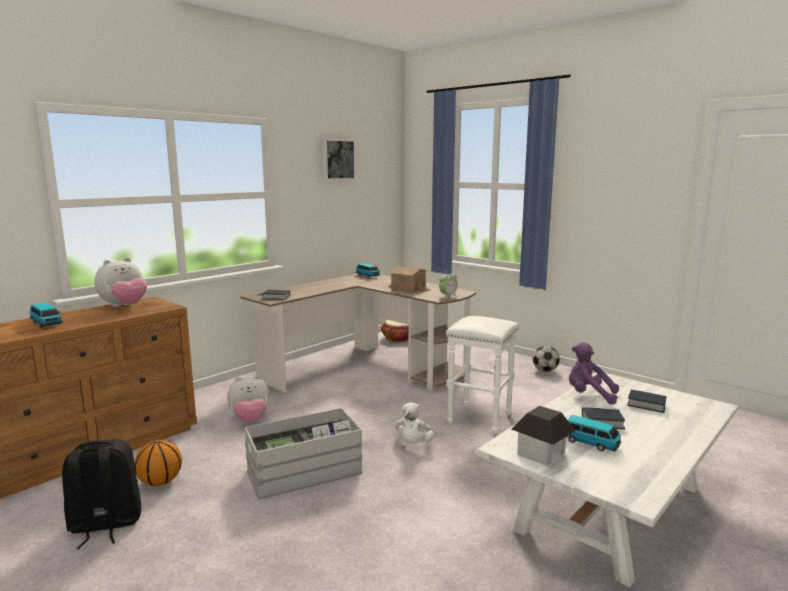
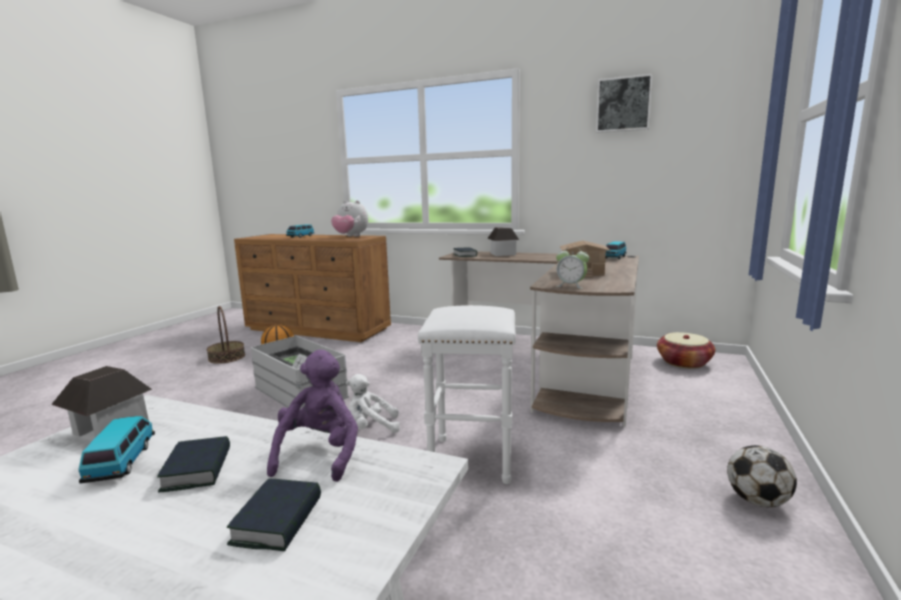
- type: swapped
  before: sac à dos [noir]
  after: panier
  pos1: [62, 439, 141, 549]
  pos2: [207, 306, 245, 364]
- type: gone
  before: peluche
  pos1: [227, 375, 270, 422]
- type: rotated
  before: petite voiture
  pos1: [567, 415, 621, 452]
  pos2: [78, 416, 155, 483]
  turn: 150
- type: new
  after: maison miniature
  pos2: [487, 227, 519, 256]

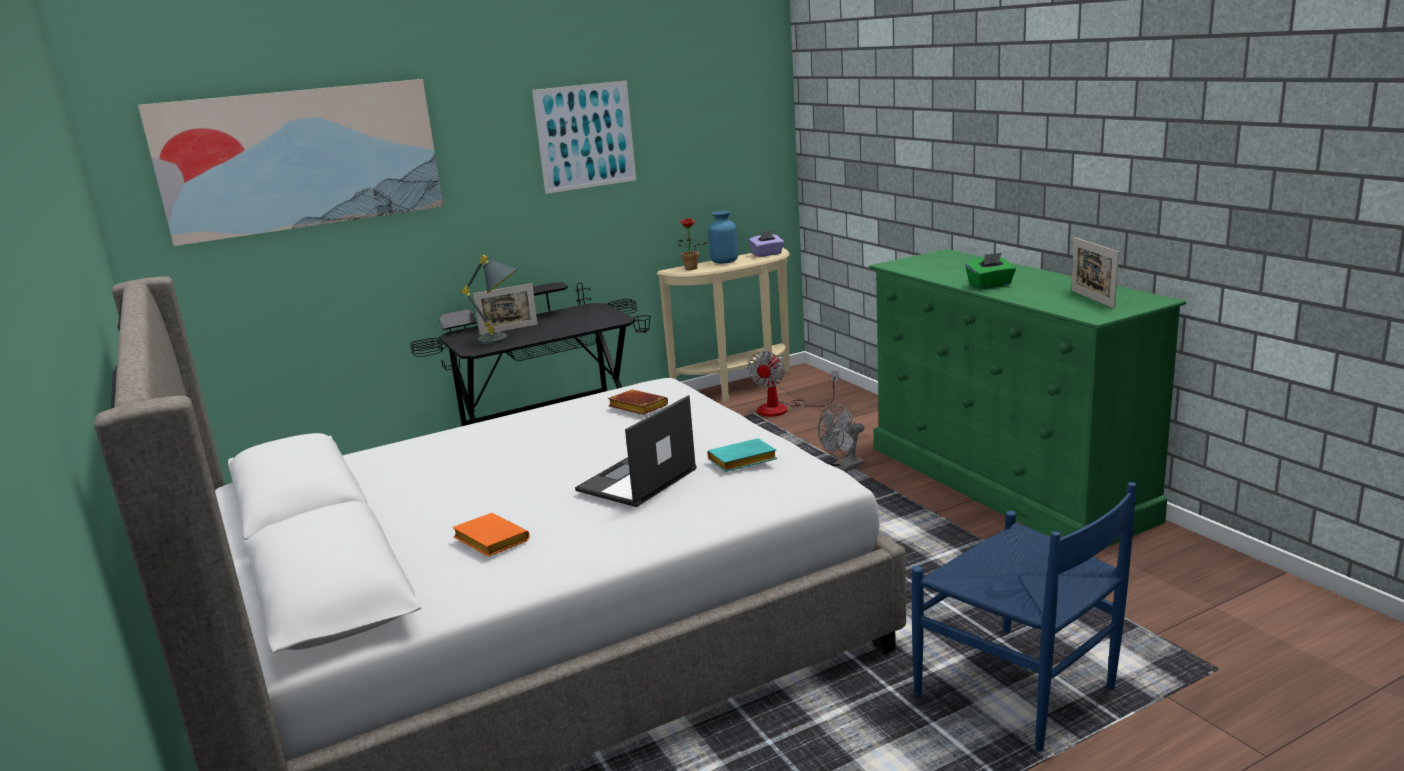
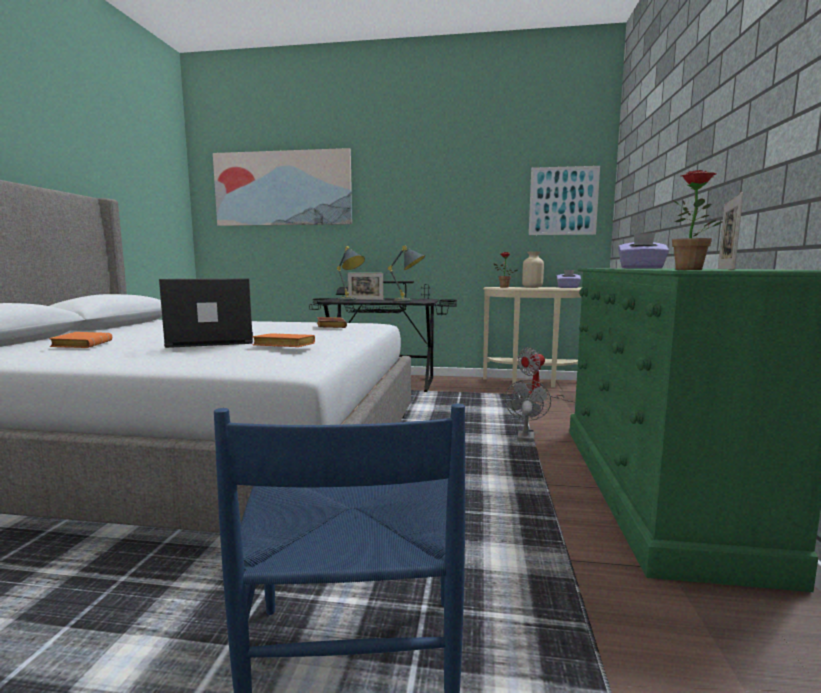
- type: shifted
  before: tableau
  pos1: [532, 80, 636, 194]
  pos2: [529, 166, 600, 235]
- type: repainted
  before: livre [turquoise]
  after: livre [orange]
  pos1: [707, 438, 777, 472]
  pos2: [252, 333, 315, 347]
- type: repainted
  before: vase [bleu]
  after: vase [beige]
  pos1: [708, 211, 738, 264]
  pos2: [522, 251, 544, 288]
- type: rotated
  before: ventilateur [gris]
  pos1: [818, 405, 864, 472]
  pos2: [505, 379, 551, 442]
  turn: 105
- type: repainted
  before: boîte à mouchoirs [vert]
  after: boîte à mouchoirs [violet]
  pos1: [965, 252, 1016, 289]
  pos2: [618, 233, 669, 269]
- type: new
  after: lampe de table [gris]
  pos2: [388, 245, 425, 302]
- type: new
  after: plante en pot
  pos2: [672, 170, 723, 270]

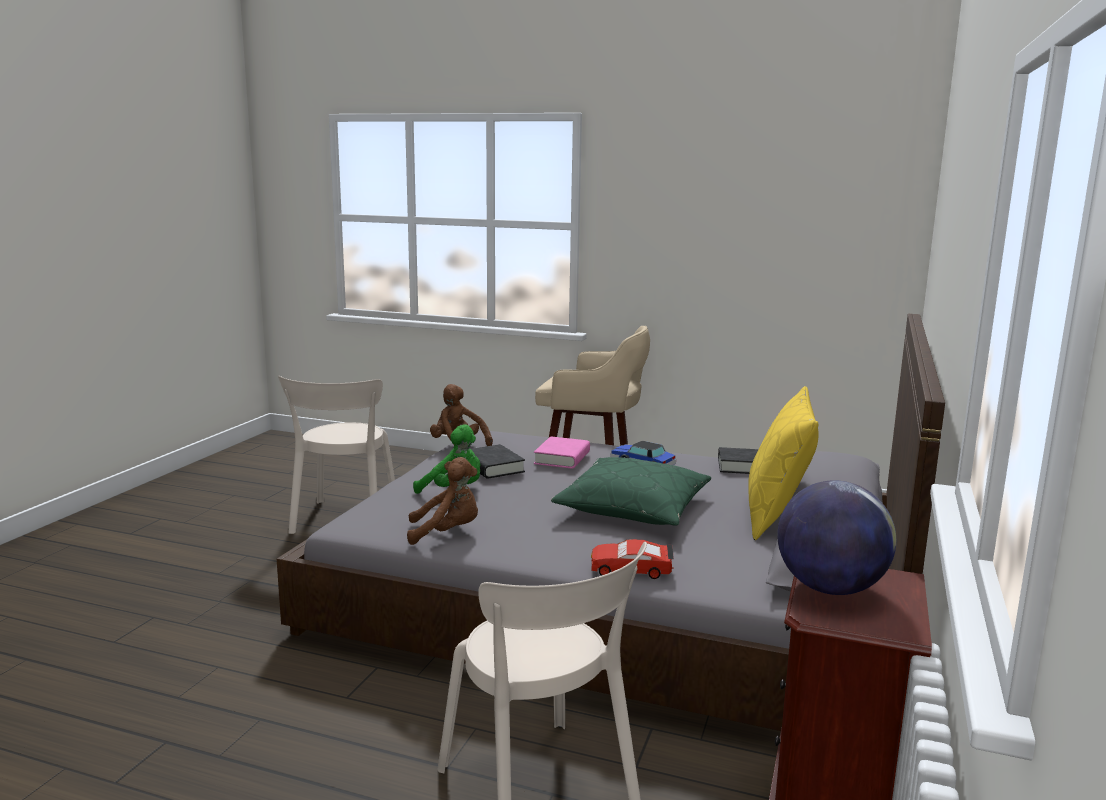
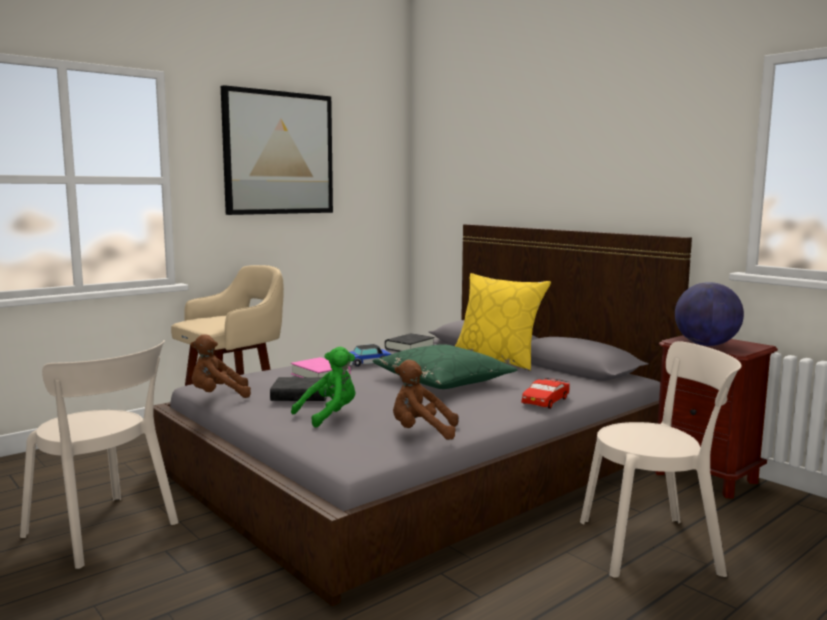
- type: rotated
  before: peluche [marron]
  pos1: [407, 457, 478, 545]
  pos2: [393, 360, 459, 440]
  turn: -105
- type: new
  after: tableau
  pos2: [221, 85, 333, 215]

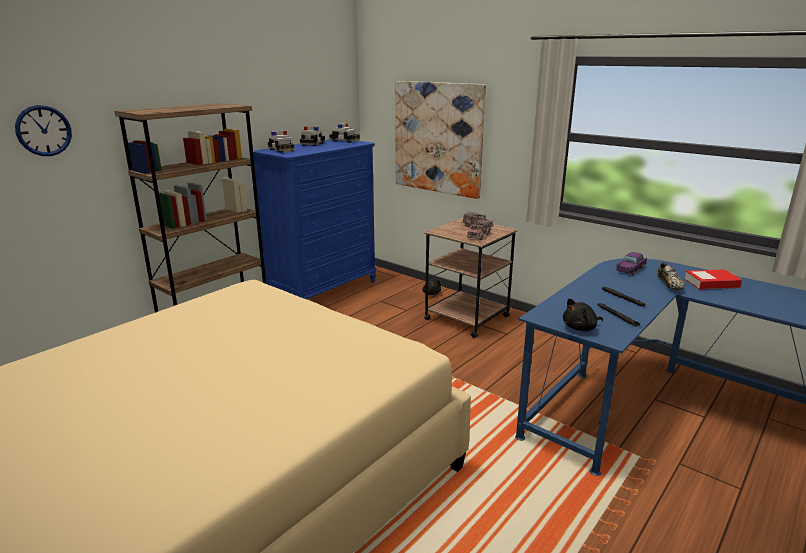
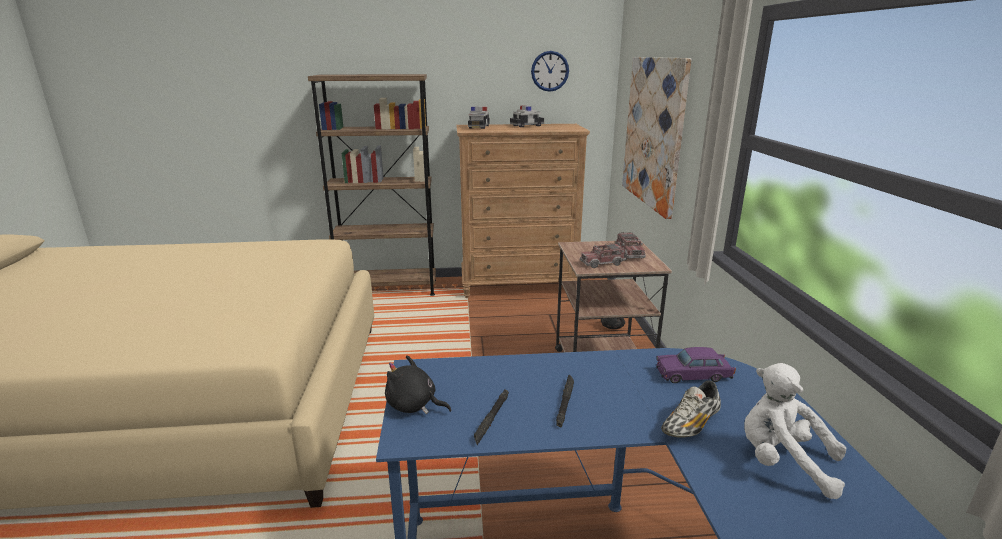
- type: shifted
  before: horloge murale
  pos1: [15, 105, 72, 156]
  pos2: [531, 51, 569, 92]
- type: repainted
  before: commode [bleu]
  after: commode [marron]
  pos1: [253, 139, 376, 299]
  pos2: [457, 124, 590, 298]
- type: gone
  before: petite voiture
  pos1: [329, 123, 360, 143]
- type: swapped
  before: livre
  after: peluche [blanc]
  pos1: [684, 269, 742, 289]
  pos2: [744, 363, 846, 499]

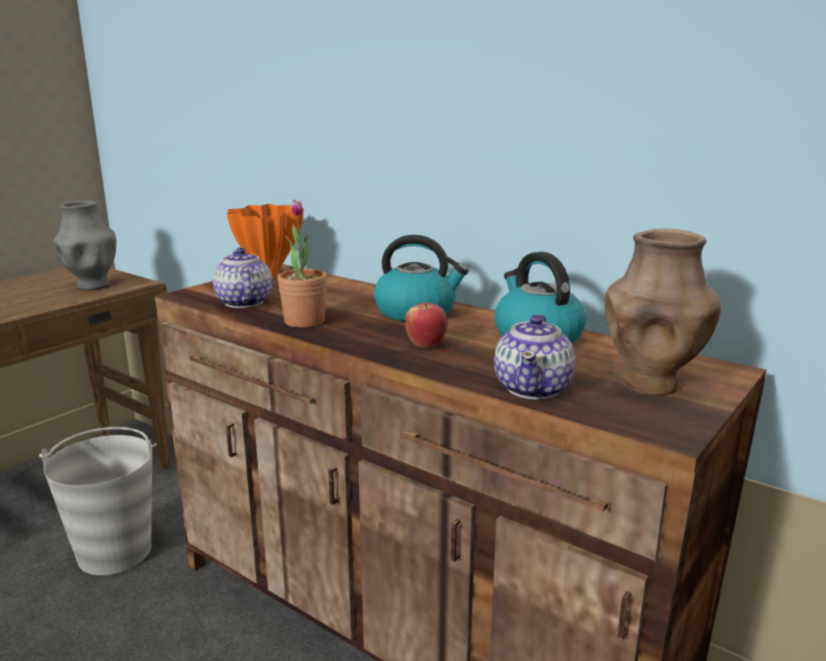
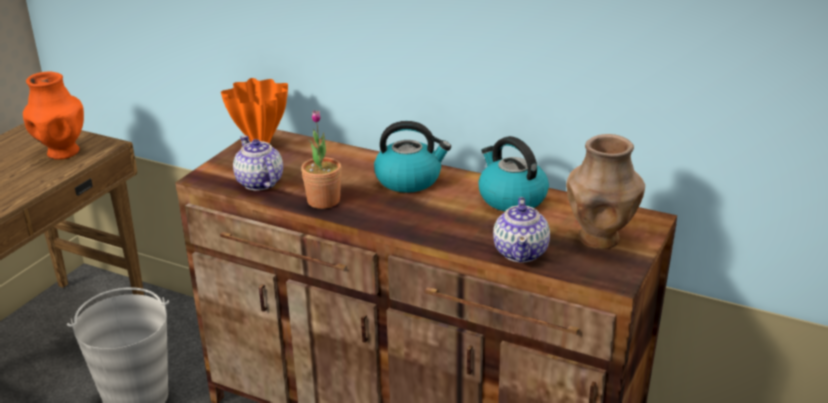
- type: repainted
  before: vase [gris]
  after: vase [orange]
  pos1: [54, 201, 117, 290]
  pos2: [23, 71, 84, 160]
- type: gone
  before: pomme
  pos1: [405, 303, 447, 348]

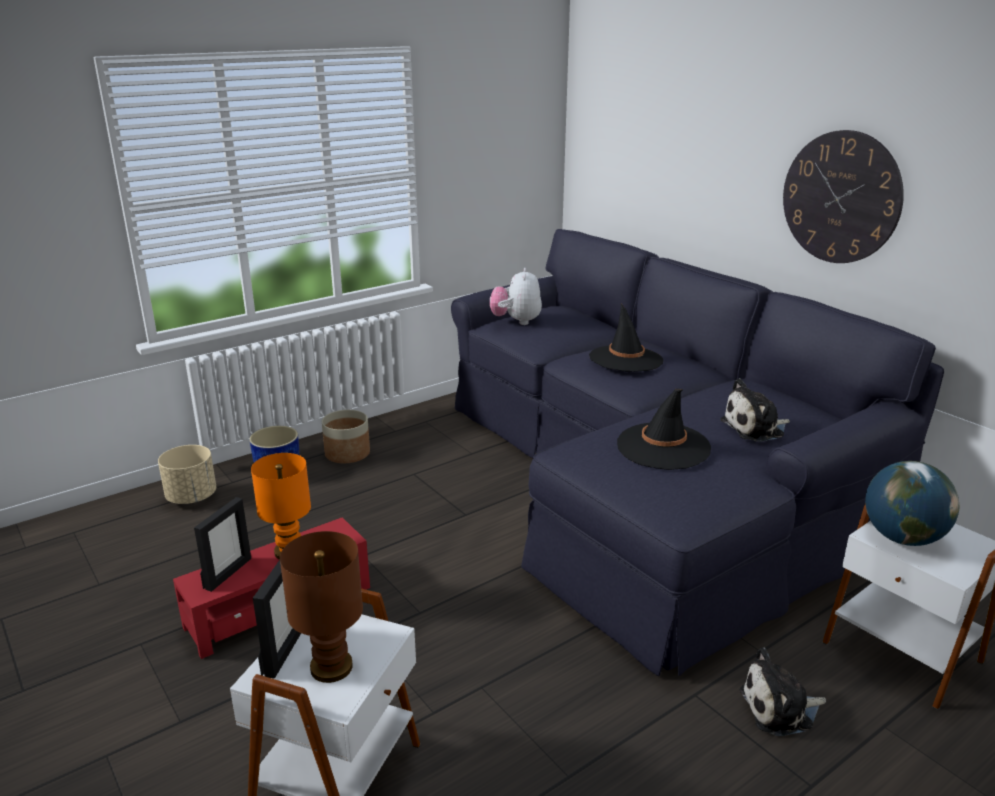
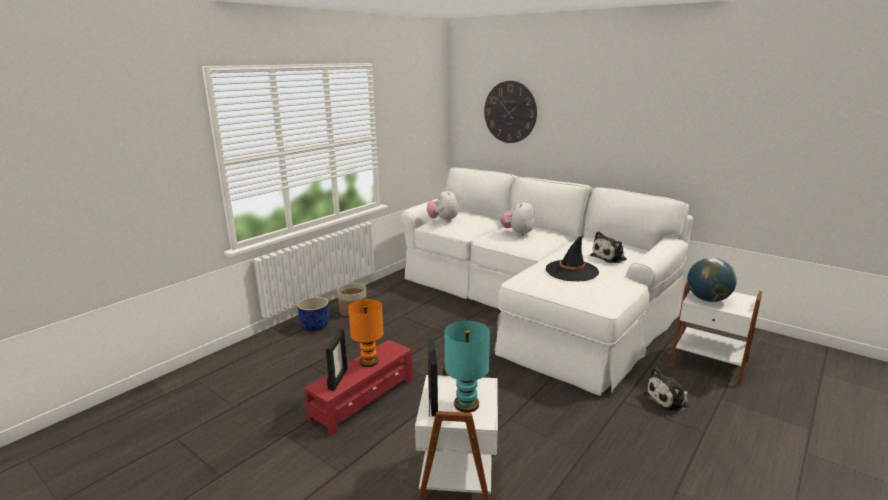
- type: gone
  before: cache-pot [beige]
  pos1: [158, 445, 216, 504]
- type: repainted
  before: lampe de table [marron]
  after: lampe de table [turquoise]
  pos1: [280, 531, 363, 683]
  pos2: [444, 321, 490, 413]
- type: repainted
  before: canapé [noir]
  after: canapé [blanc]
  pos1: [451, 229, 944, 676]
  pos2: [400, 168, 693, 396]
- type: swapped
  before: chapeau [noir]
  after: peluche
  pos1: [589, 304, 663, 372]
  pos2: [500, 200, 535, 236]
- type: shifted
  before: horloge murale
  pos1: [783, 130, 904, 263]
  pos2: [484, 81, 537, 143]

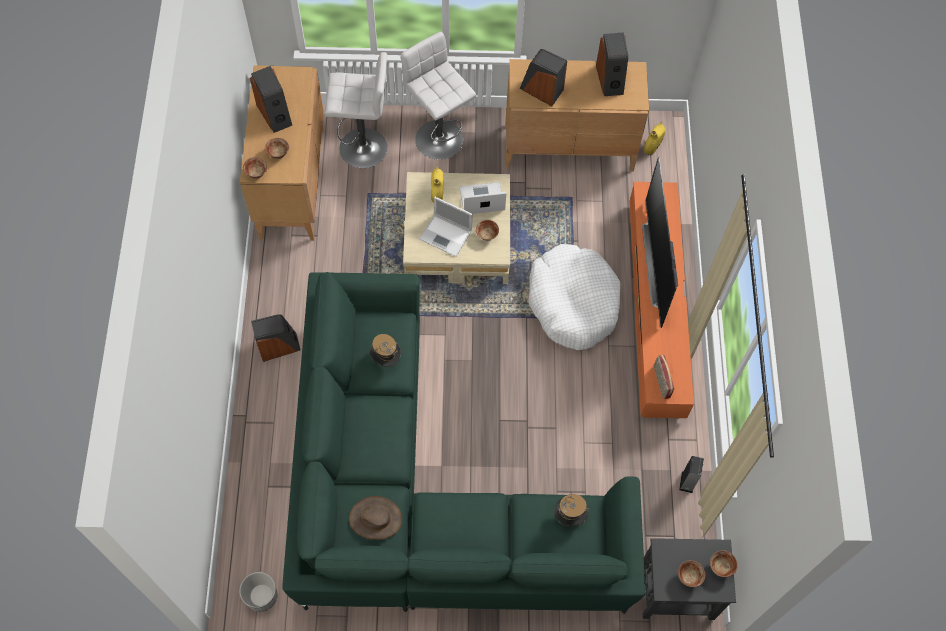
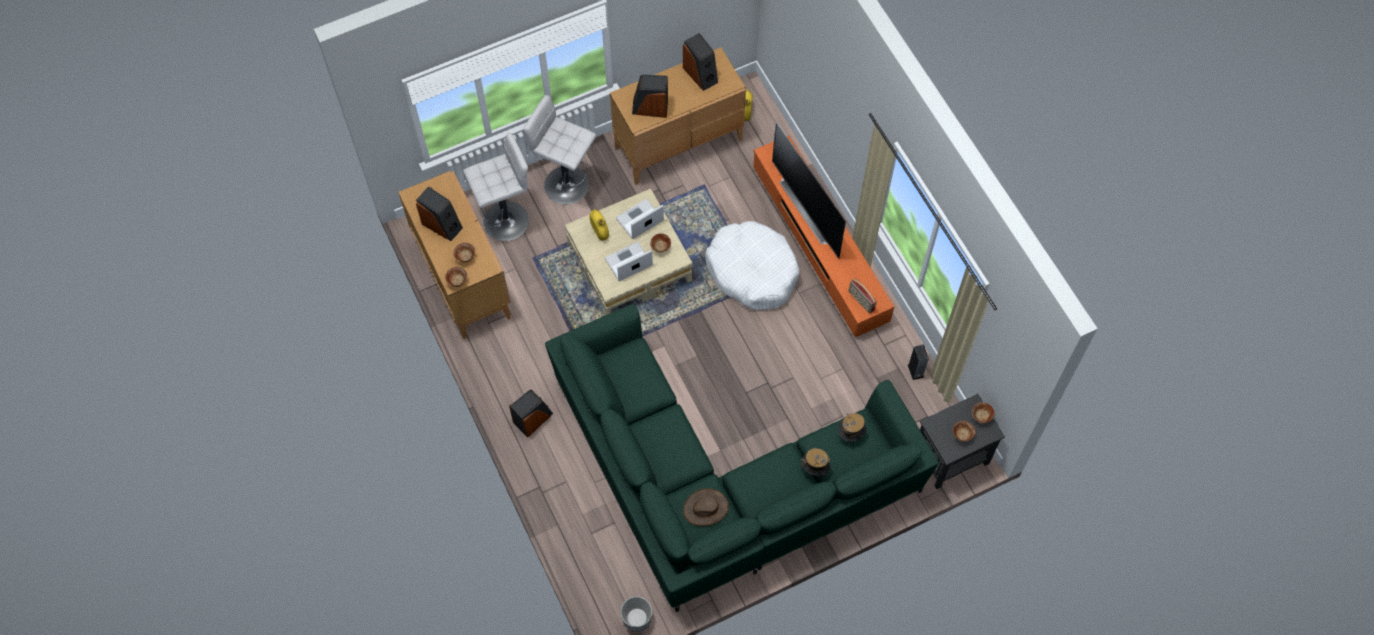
- type: shifted
  before: chapeau
  pos1: [370, 334, 401, 367]
  pos2: [800, 448, 831, 476]
- type: rotated
  before: ordinateur portable
  pos1: [419, 197, 473, 257]
  pos2: [605, 241, 653, 281]
  turn: 150

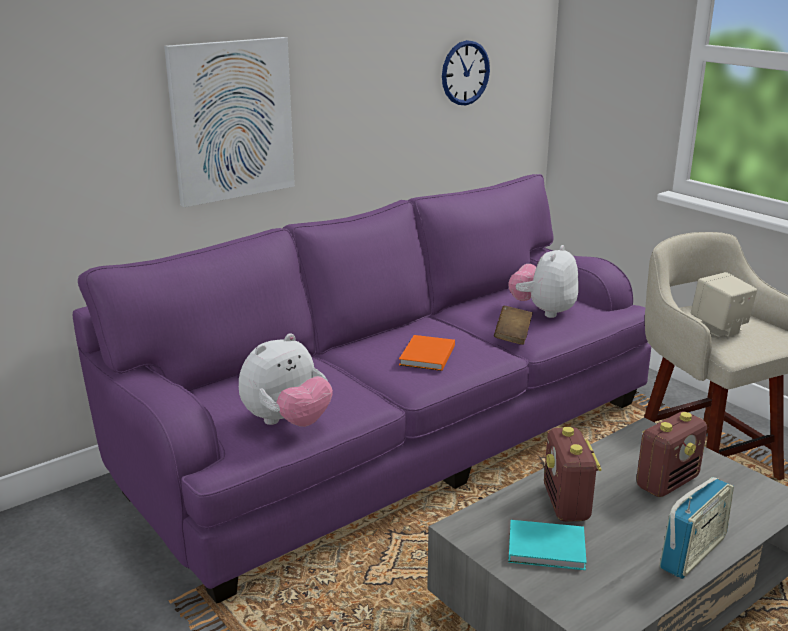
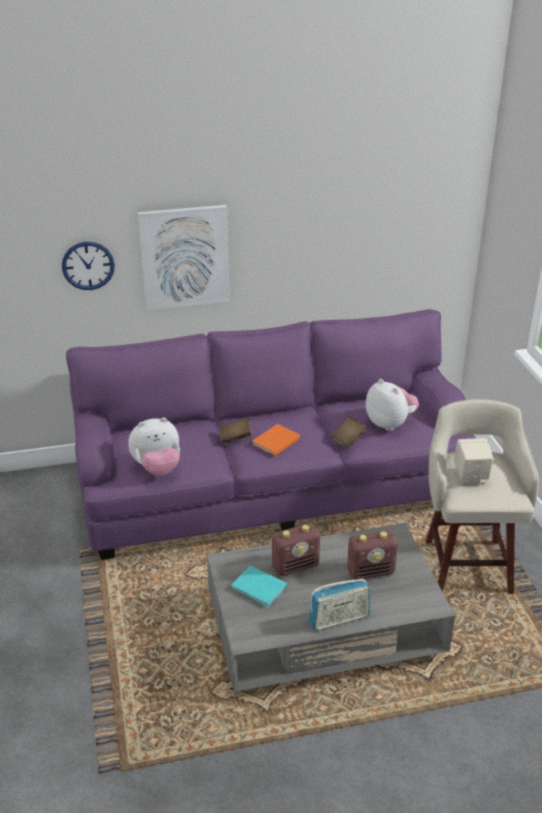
- type: shifted
  before: horloge murale
  pos1: [442, 40, 490, 105]
  pos2: [62, 242, 115, 290]
- type: rotated
  before: peluche
  pos1: [509, 245, 579, 318]
  pos2: [366, 379, 419, 431]
  turn: 90
- type: rotated
  before: radio
  pos1: [544, 427, 602, 522]
  pos2: [272, 523, 320, 576]
  turn: -135
- type: new
  after: livre [marron]
  pos2: [219, 418, 252, 444]

